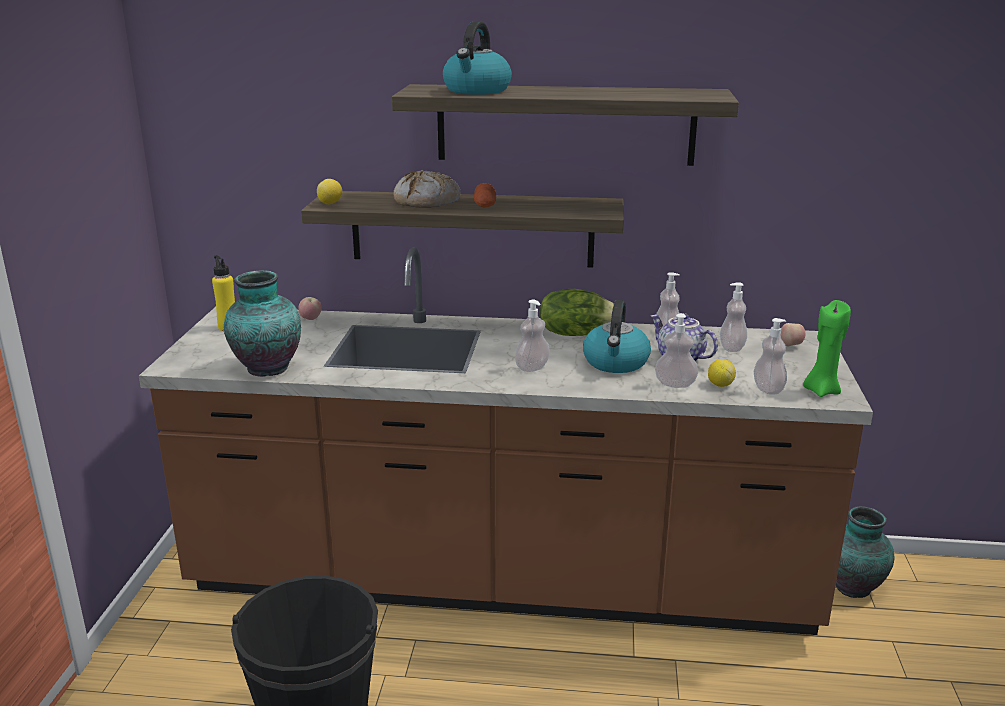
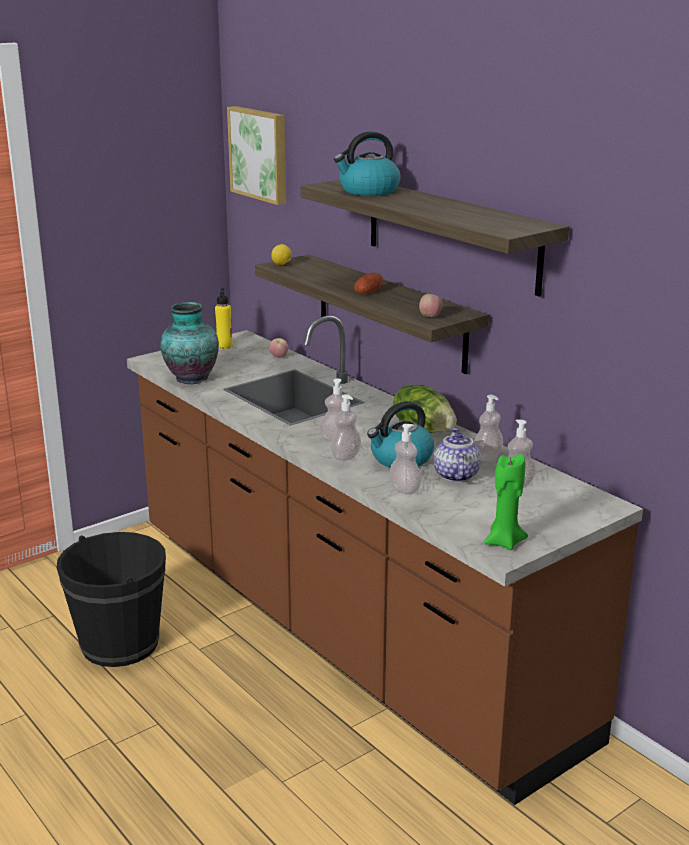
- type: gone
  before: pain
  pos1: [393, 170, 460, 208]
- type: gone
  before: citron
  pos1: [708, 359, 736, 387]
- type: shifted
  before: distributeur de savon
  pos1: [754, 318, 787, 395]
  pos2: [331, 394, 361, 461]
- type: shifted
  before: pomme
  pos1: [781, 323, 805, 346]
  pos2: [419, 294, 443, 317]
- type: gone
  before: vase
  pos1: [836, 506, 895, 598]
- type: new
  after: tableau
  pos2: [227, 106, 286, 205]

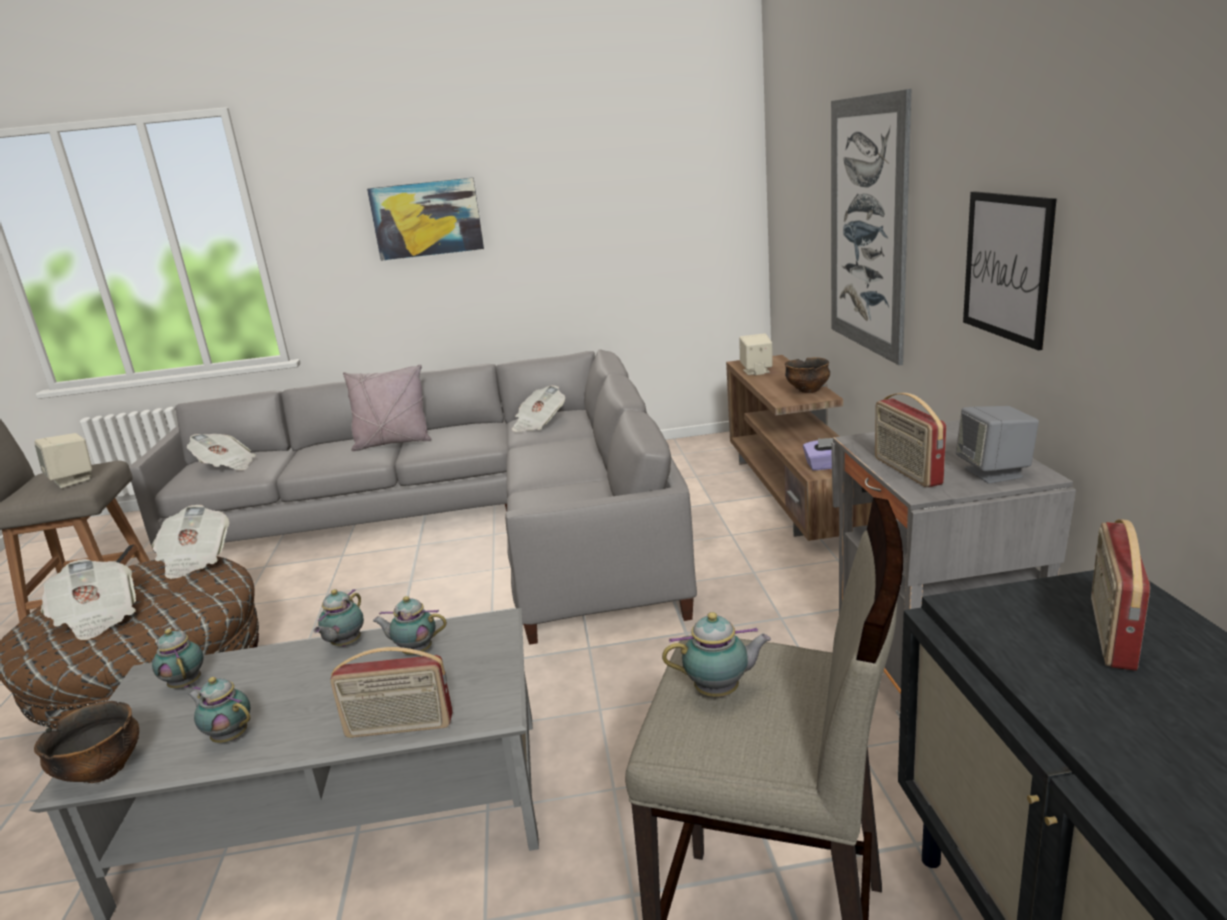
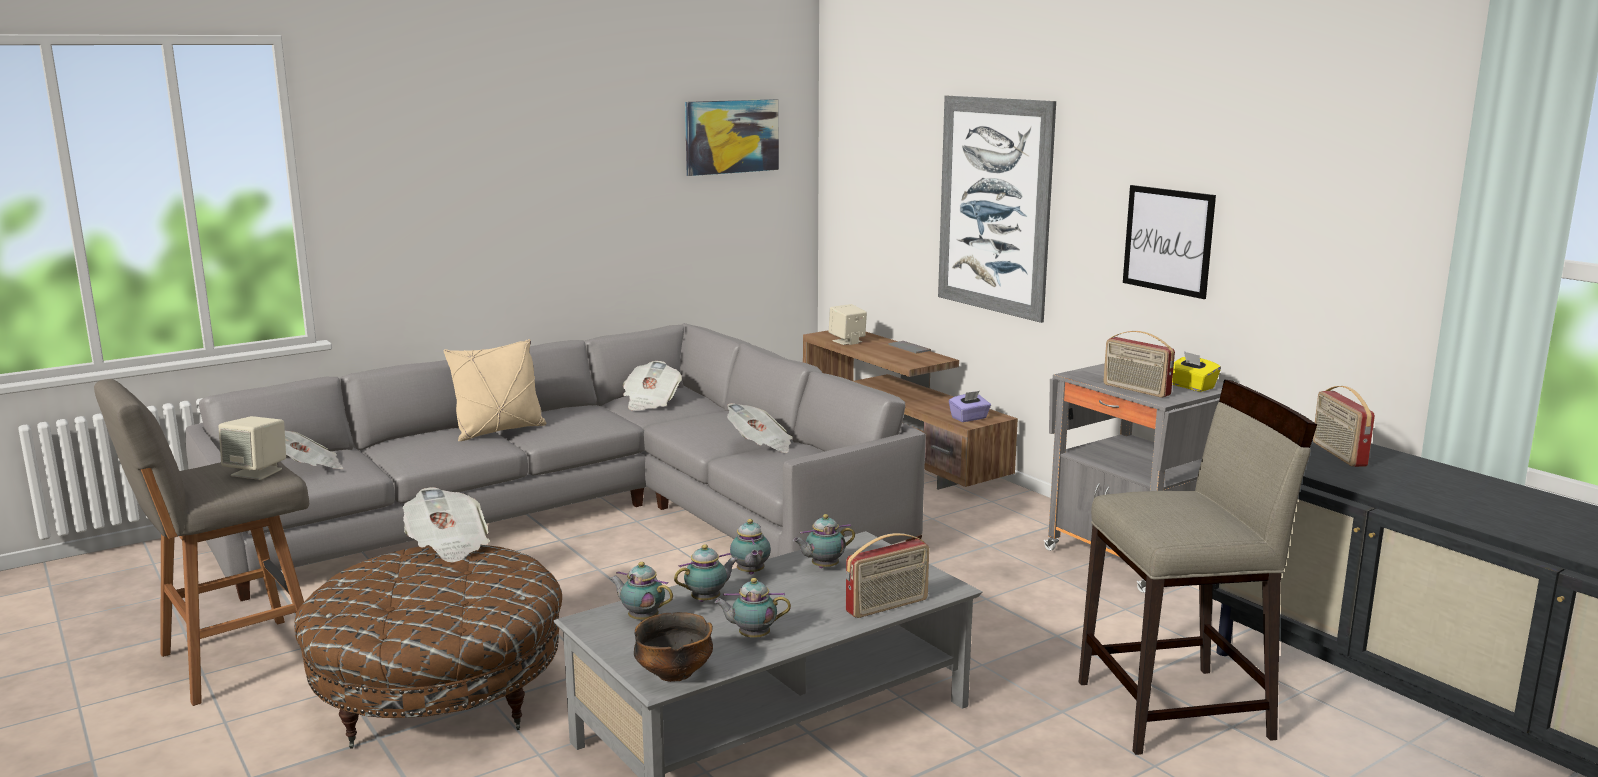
- type: shifted
  before: journal
  pos1: [41, 559, 136, 640]
  pos2: [727, 403, 792, 453]
- type: repainted
  before: coussin [violet]
  after: coussin [beige]
  pos1: [343, 364, 432, 451]
  pos2: [444, 339, 546, 441]
- type: shifted
  before: tableau
  pos1: [367, 177, 484, 261]
  pos2: [685, 99, 779, 176]
- type: shifted
  before: théière
  pos1: [662, 612, 771, 697]
  pos2: [674, 544, 738, 602]
- type: gone
  before: bol
  pos1: [785, 357, 830, 393]
- type: swapped
  before: enceinte [gris]
  after: boîte à mouchoirs [jaune]
  pos1: [956, 406, 1039, 483]
  pos2: [1172, 351, 1221, 392]

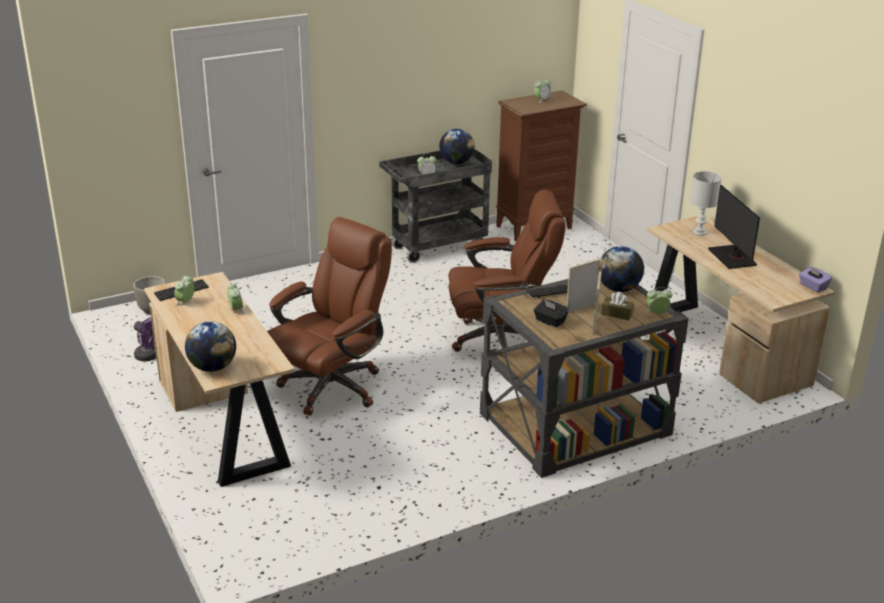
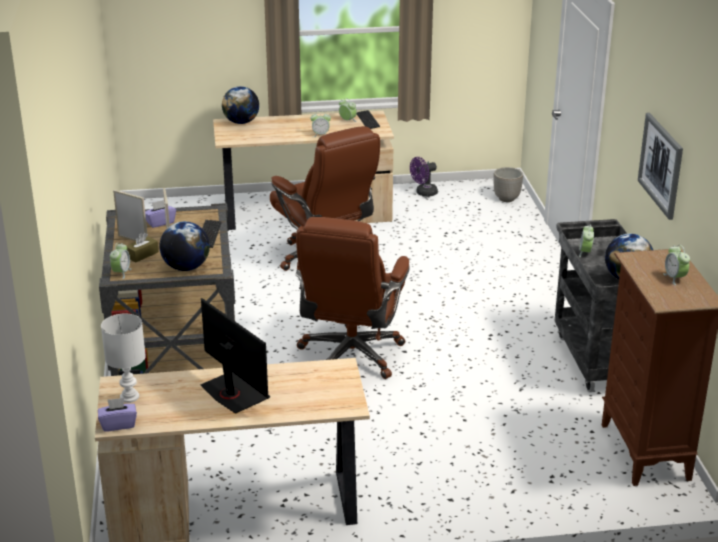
- type: repainted
  before: boîte à mouchoirs [noir]
  after: boîte à mouchoirs [violet]
  pos1: [534, 300, 569, 328]
  pos2: [145, 200, 176, 228]
- type: shifted
  before: lampe de table [blanc]
  pos1: [690, 171, 722, 236]
  pos2: [101, 314, 146, 403]
- type: rotated
  before: écran d'ordinateur
  pos1: [708, 185, 760, 269]
  pos2: [201, 298, 271, 414]
  turn: 45
- type: new
  after: tableau
  pos2: [638, 113, 683, 220]

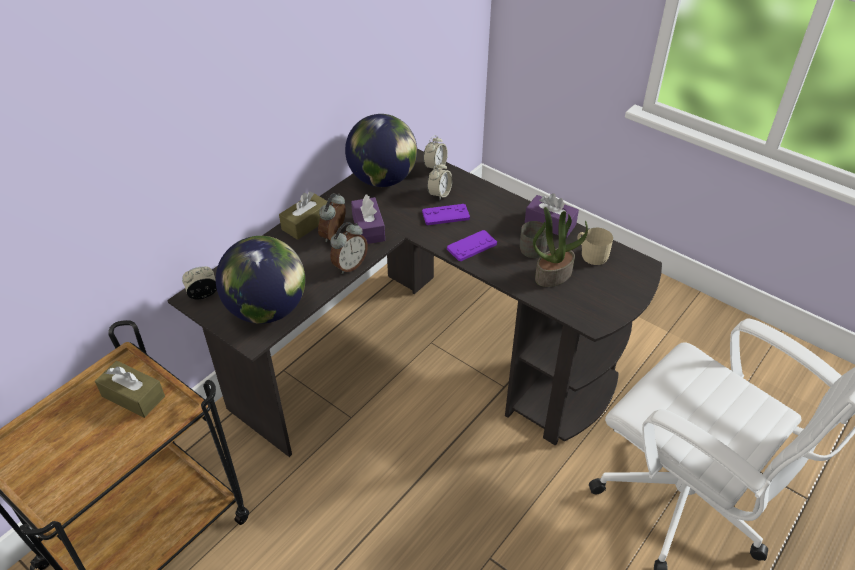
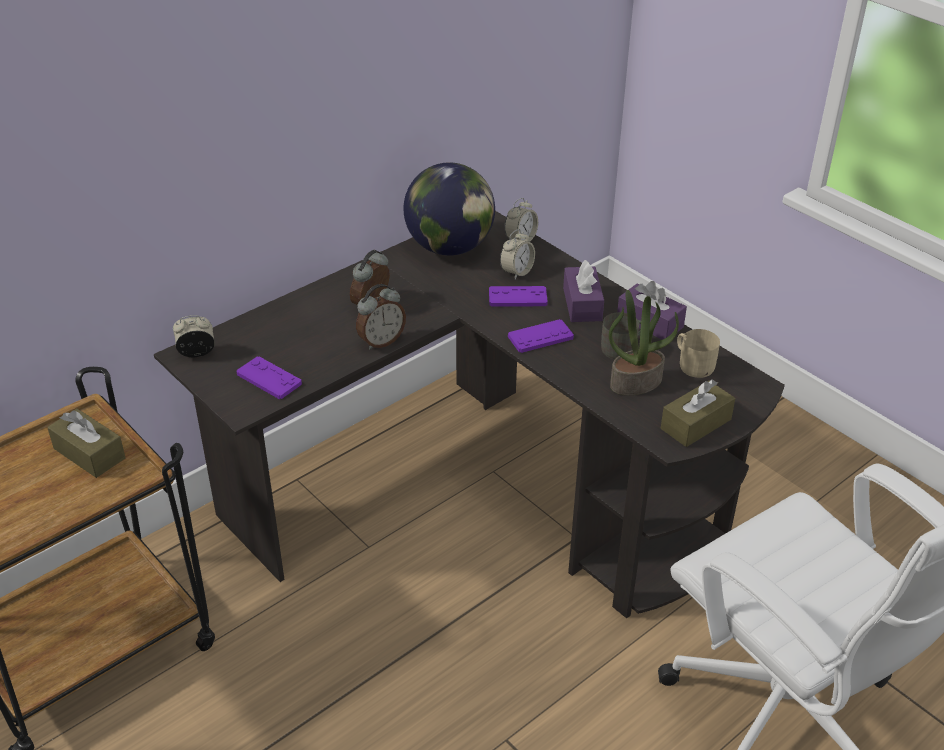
- type: swapped
  before: globe
  after: manette [violet]
  pos1: [216, 236, 305, 324]
  pos2: [237, 356, 302, 399]
- type: shifted
  before: boîte à mouchoirs [marron]
  pos1: [279, 191, 327, 240]
  pos2: [661, 379, 735, 447]
- type: shifted
  before: boîte à mouchoirs [violet]
  pos1: [351, 195, 385, 244]
  pos2: [563, 260, 604, 322]

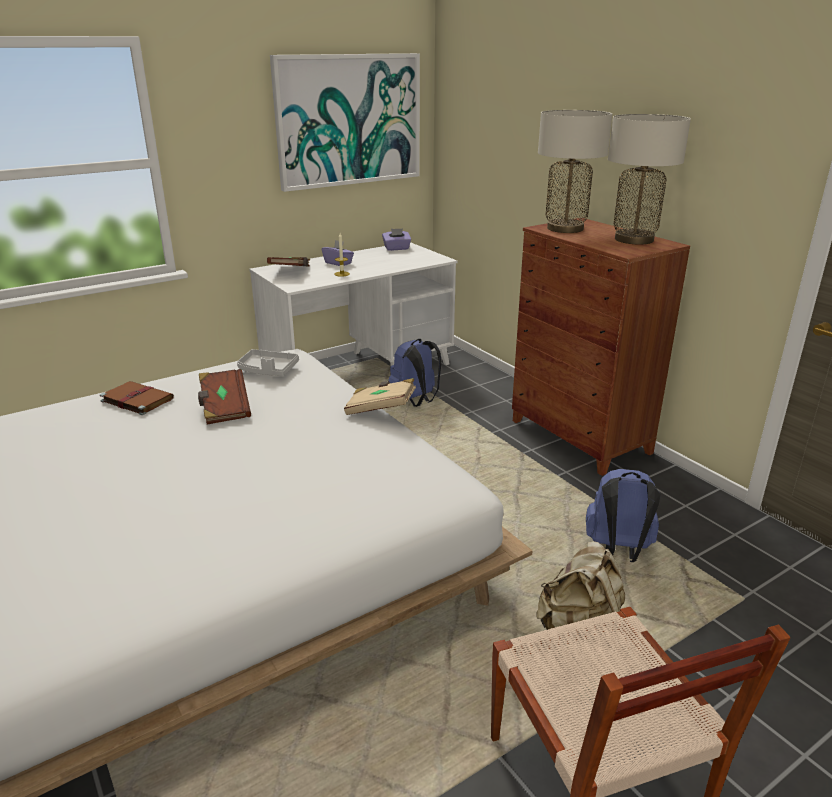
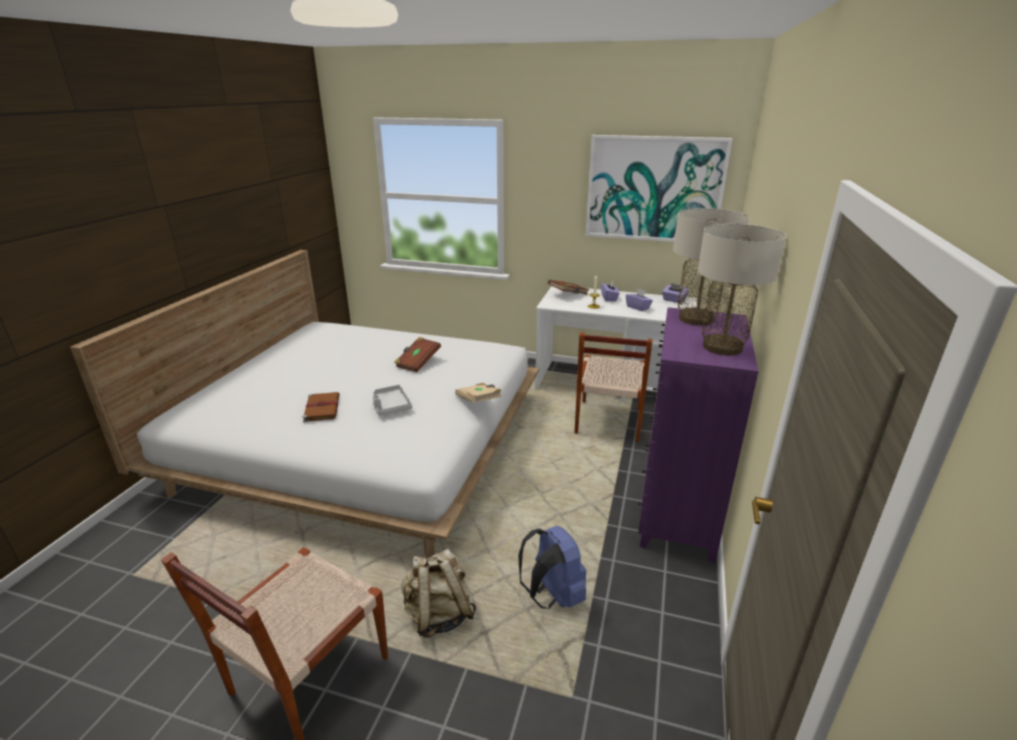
- type: shifted
  before: livre [marron]
  pos1: [100, 381, 174, 415]
  pos2: [302, 392, 340, 422]
- type: shifted
  before: plateau [gris]
  pos1: [237, 349, 299, 376]
  pos2: [372, 385, 412, 416]
- type: swapped
  before: sac à dos [bleu]
  after: chaise
  pos1: [388, 339, 441, 407]
  pos2: [575, 332, 652, 442]
- type: repainted
  before: commode [marron]
  after: commode [violet]
  pos1: [512, 218, 690, 476]
  pos2: [638, 307, 759, 563]
- type: new
  after: boîte à mouchoirs [violet]
  pos2: [626, 289, 653, 311]

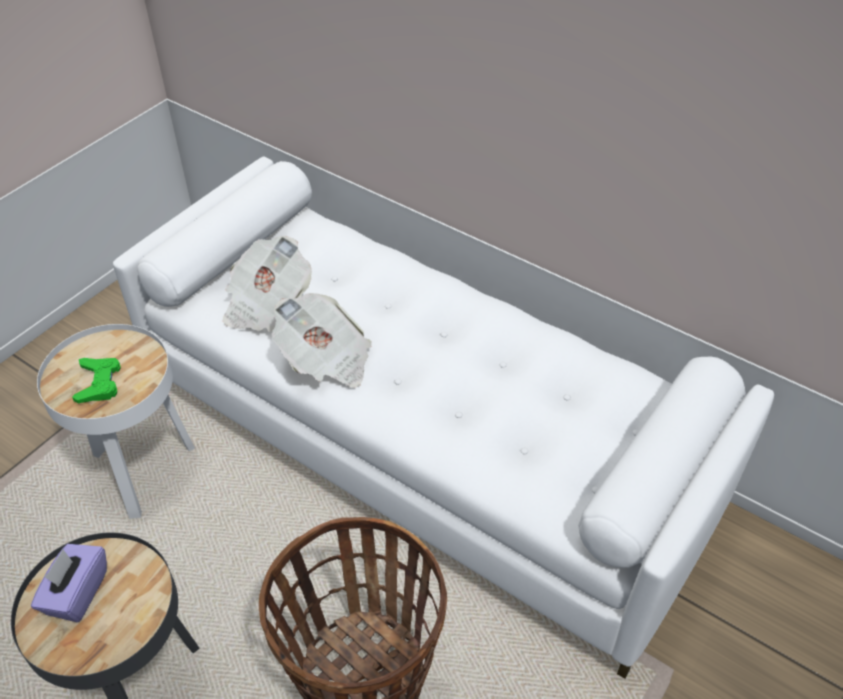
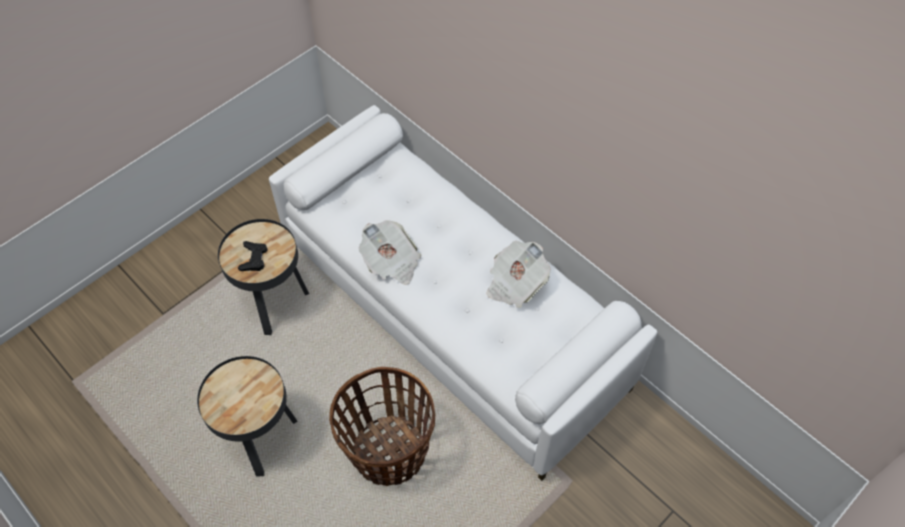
- type: gone
  before: boîte à mouchoirs [violet]
  pos1: [31, 544, 107, 622]
- type: repainted
  before: table d'appoint [blanc]
  after: table d'appoint [noir]
  pos1: [37, 324, 195, 519]
  pos2: [218, 219, 309, 335]
- type: repainted
  before: manette [vert]
  after: manette [noir]
  pos1: [72, 358, 121, 403]
  pos2: [238, 241, 267, 271]
- type: shifted
  before: journal
  pos1: [223, 236, 312, 332]
  pos2: [486, 241, 550, 308]

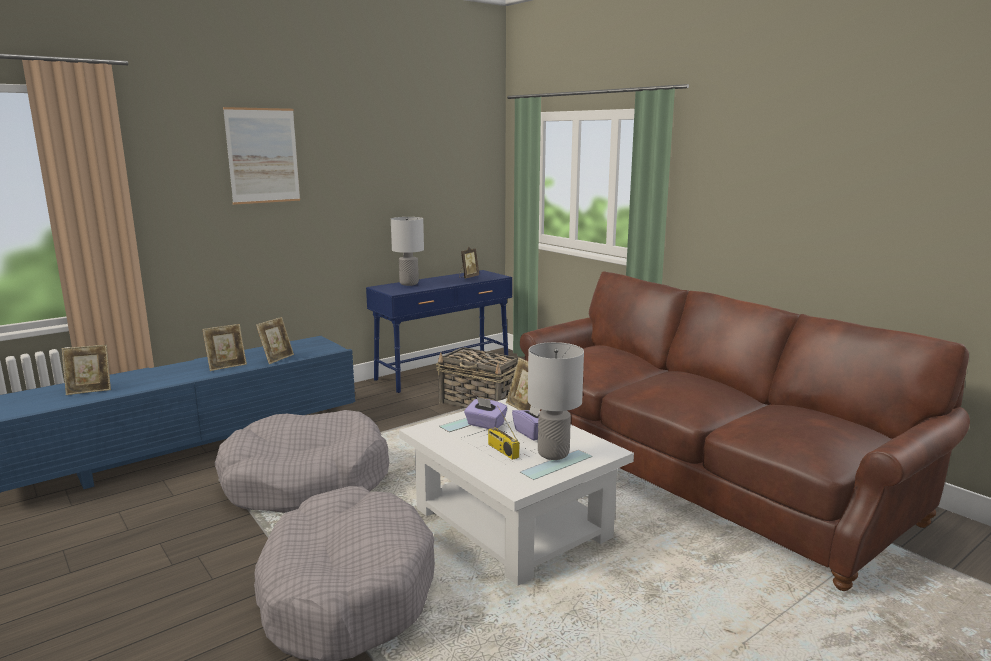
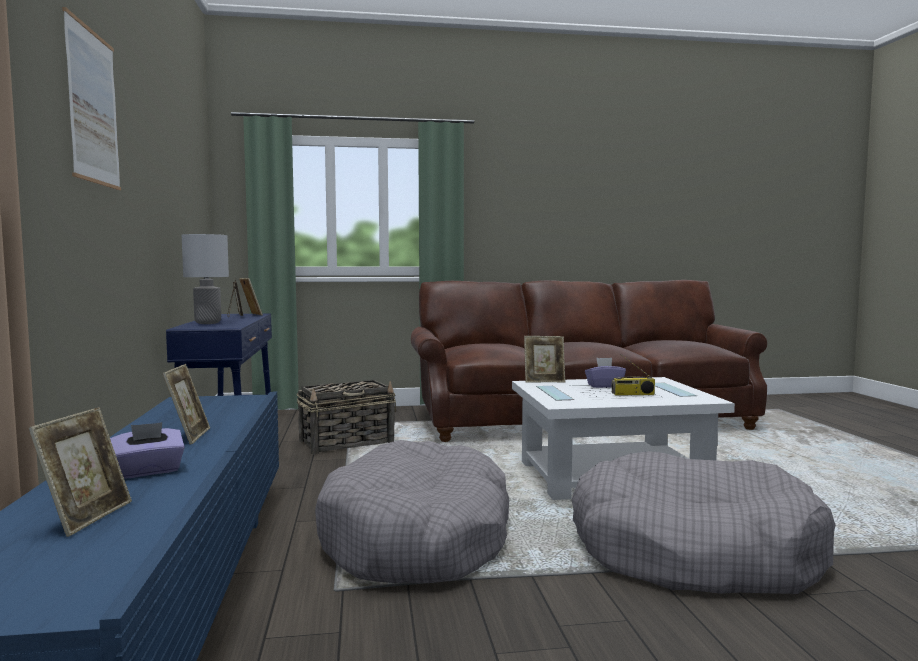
- type: shifted
  before: cadre photo
  pos1: [256, 317, 294, 364]
  pos2: [239, 278, 263, 315]
- type: shifted
  before: boîte à mouchoirs [violet]
  pos1: [464, 397, 507, 429]
  pos2: [110, 422, 185, 479]
- type: gone
  before: lampe de table [gris]
  pos1: [528, 342, 584, 460]

